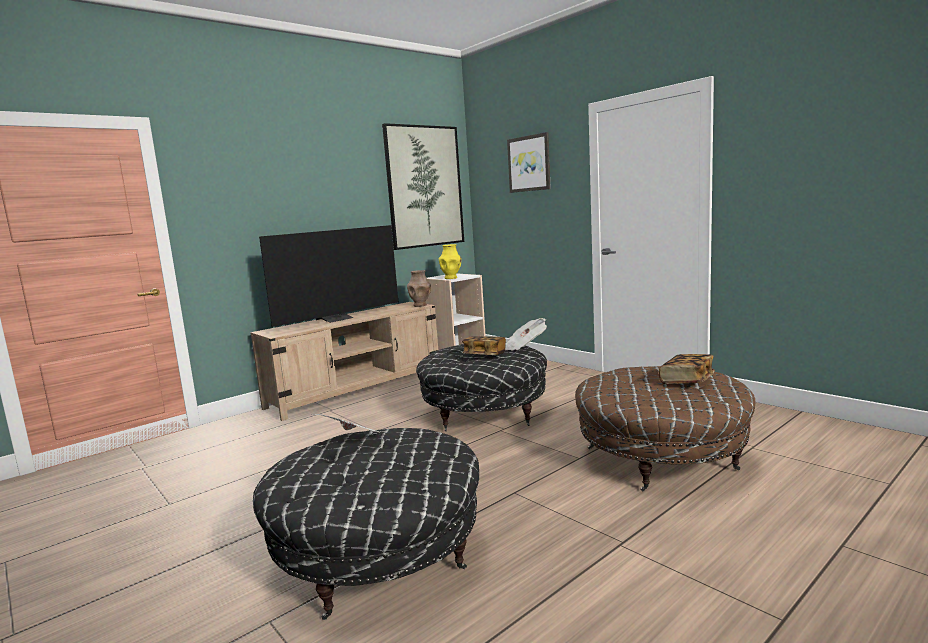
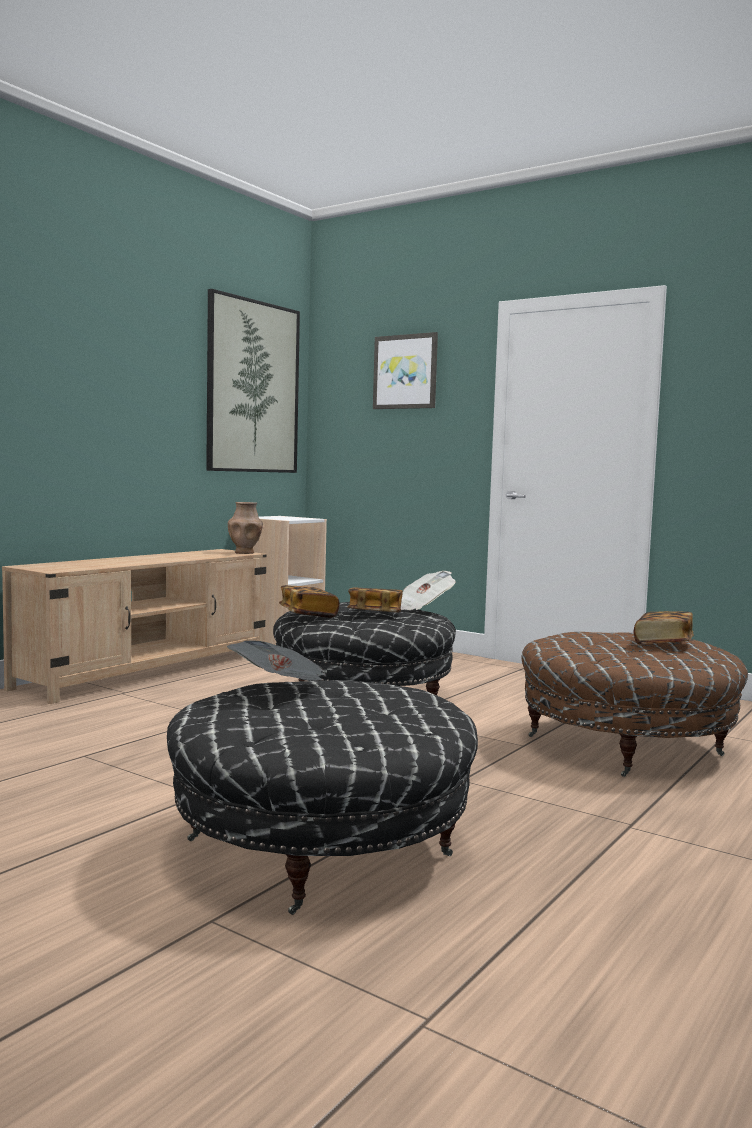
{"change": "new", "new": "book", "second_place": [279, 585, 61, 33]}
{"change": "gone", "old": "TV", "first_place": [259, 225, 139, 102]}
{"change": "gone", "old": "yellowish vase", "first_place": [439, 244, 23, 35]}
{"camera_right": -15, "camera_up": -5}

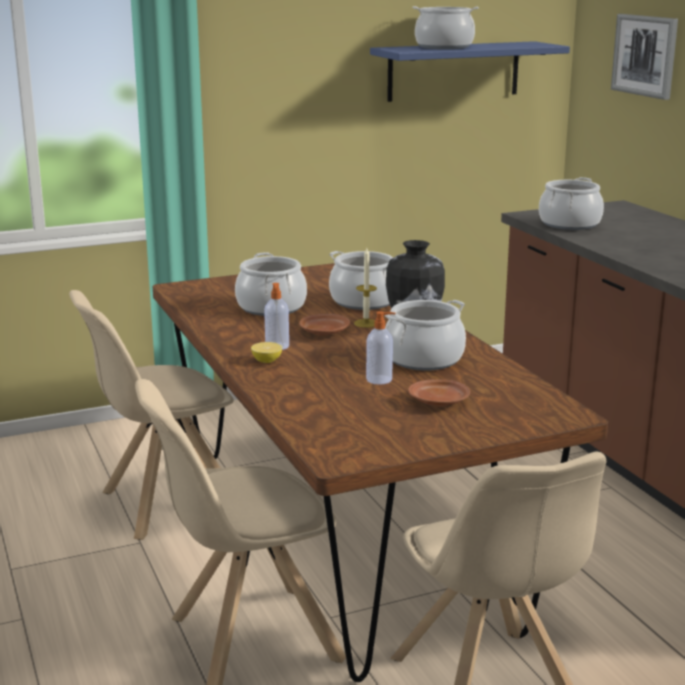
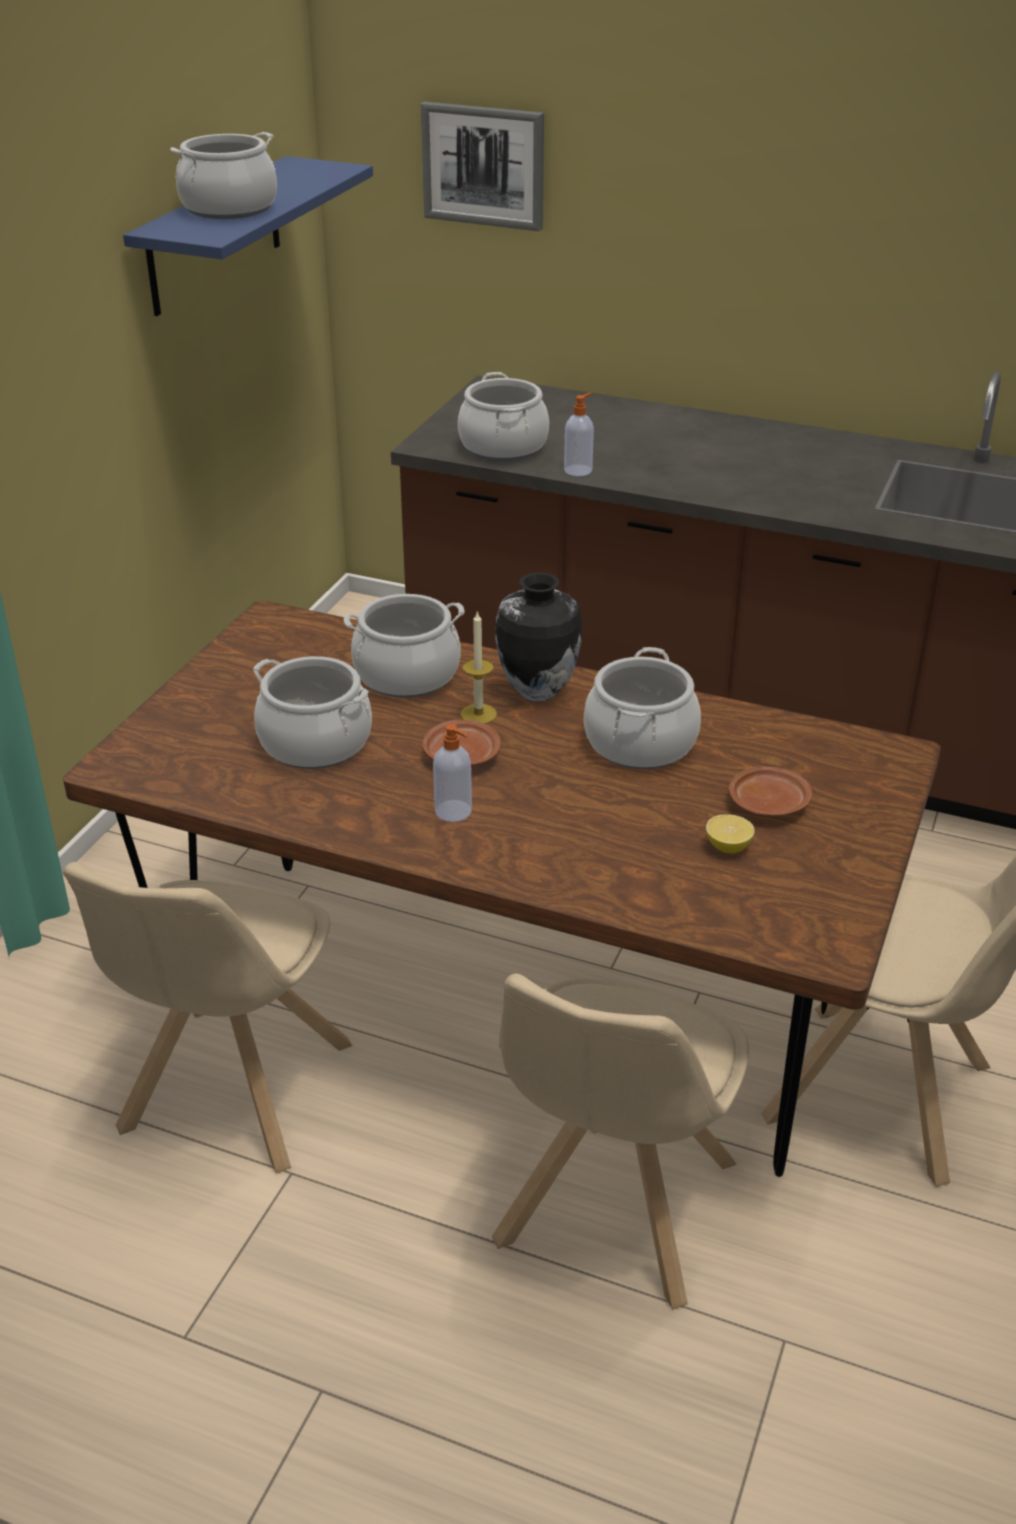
{"change": "shifted", "old": "liquid soap bottle", "first_place": [366, 311, 30, 74], "second_place": [564, 393, 30, 83]}
{"change": "shifted", "old": "citrus fruit", "first_place": [251, 342, 31, 21], "second_place": [706, 814, 49, 39]}
{"camera_right": -45, "camera_up": 15}

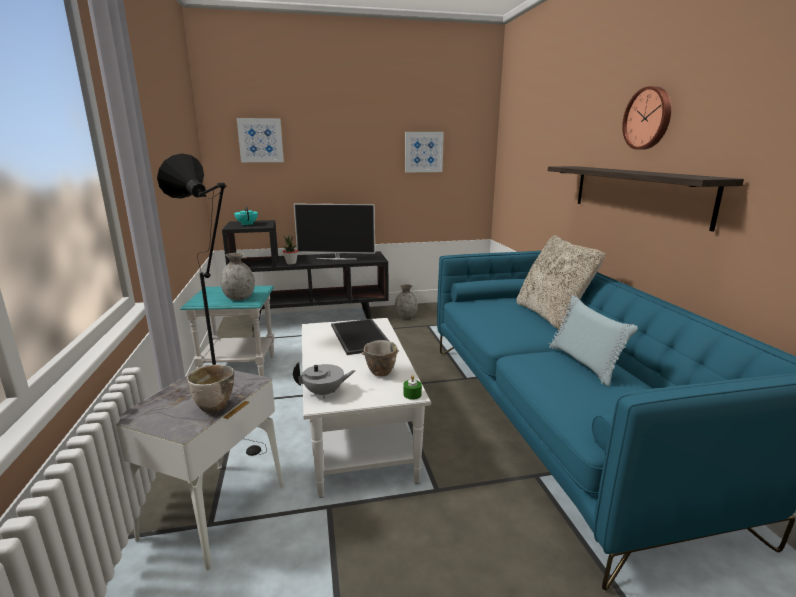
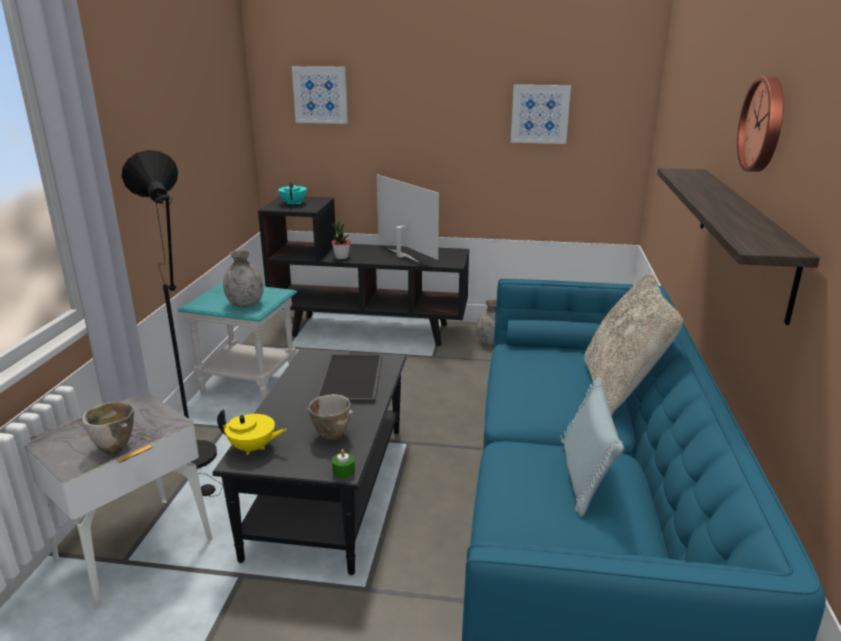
{"change": "repainted", "old": "white-coloured coffee table", "new": "black coffee table", "first_place": [302, 318, 129, 180], "second_place": [212, 348, 194, 227]}
{"change": "repainted", "old": "greyish tea pot", "new": "yellowish tea pot", "first_place": [293, 362, 62, 37], "second_place": [217, 409, 70, 46]}
{"change": "rotated", "old": "TV", "first_place": [294, 204, 81, 56], "second_place": [377, 174, 62, 89], "degrees": -150}
{"camera_right": 20, "camera_up": 5}

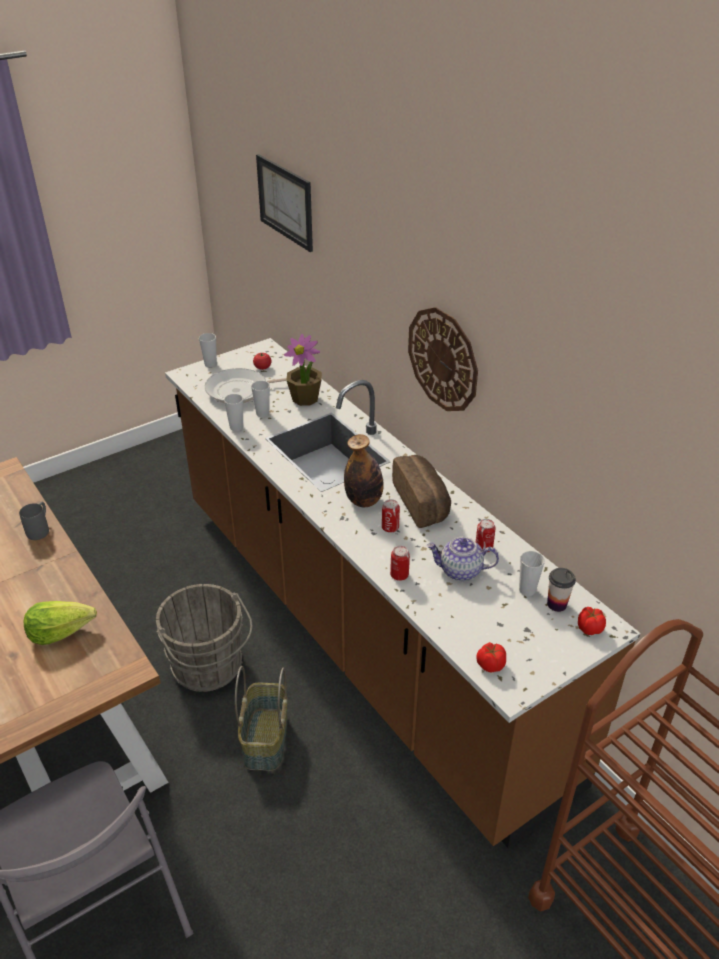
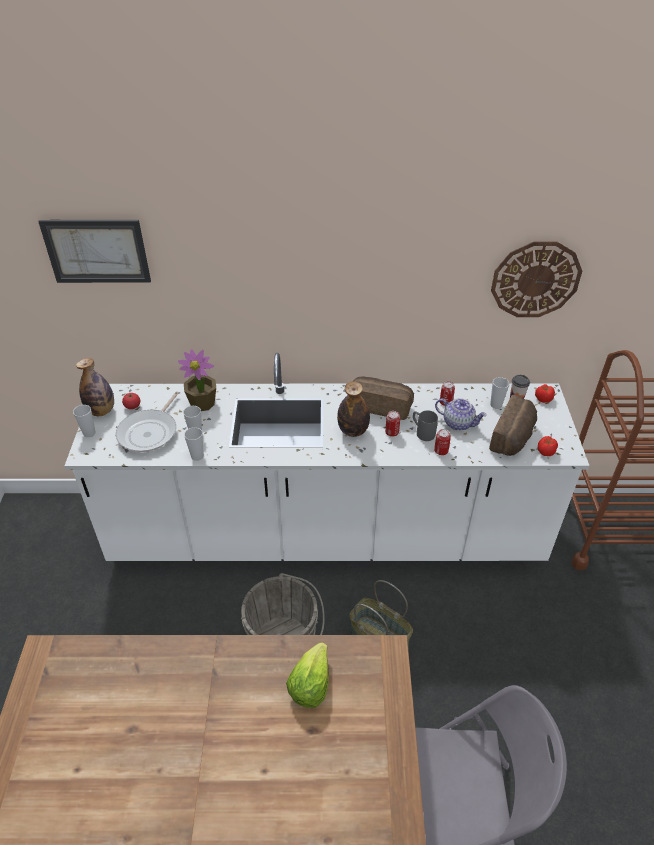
{"change": "repainted", "old": "brown-coloured kitchen base unit", "new": "white-coloured kitchen base unit", "first_place": [165, 338, 475, 510], "second_place": [65, 353, 525, 208]}
{"change": "new", "new": "bottle", "second_place": [76, 358, 38, 58]}
{"change": "shifted", "old": "greyish tea mug", "first_place": [19, 502, 30, 38], "second_place": [413, 410, 25, 31]}
{"change": "rotated", "old": "tea pot", "first_place": [427, 537, 72, 44], "second_place": [435, 398, 52, 33], "degrees": -105}
{"change": "new", "new": "baked bread", "second_place": [489, 395, 48, 61]}
{"change": "shifted", "old": "wall clock", "first_place": [408, 307, 70, 104], "second_place": [491, 242, 91, 75]}
{"camera_right": -55, "camera_up": 5}

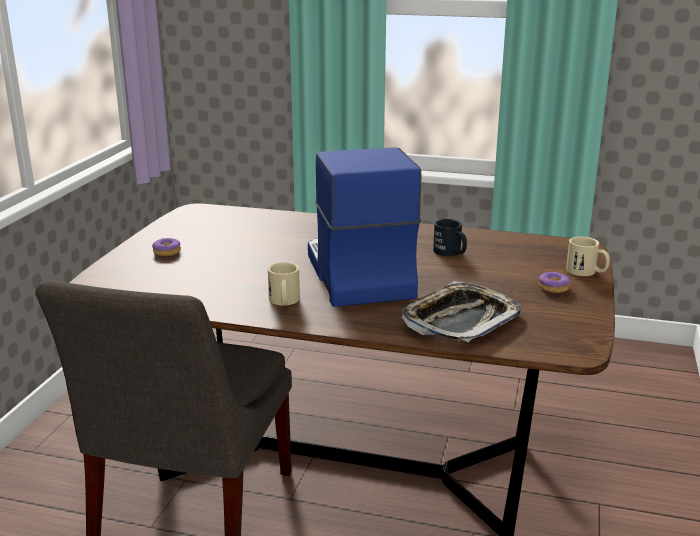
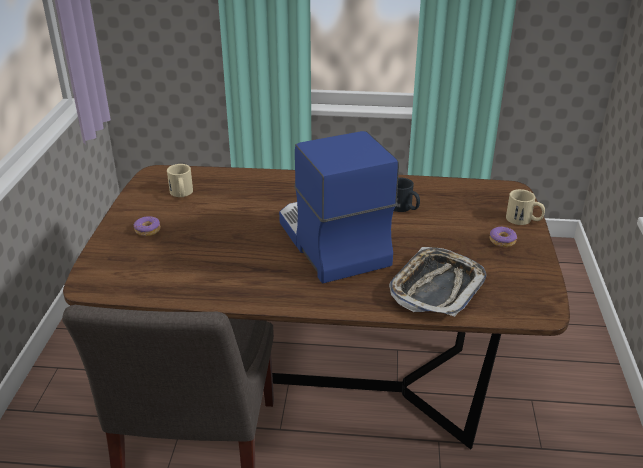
{"change": "shifted", "old": "beige tea mug", "first_place": [268, 262, 32, 44], "second_place": [167, 164, 26, 33]}
{"camera_right": -10, "camera_up": 10}

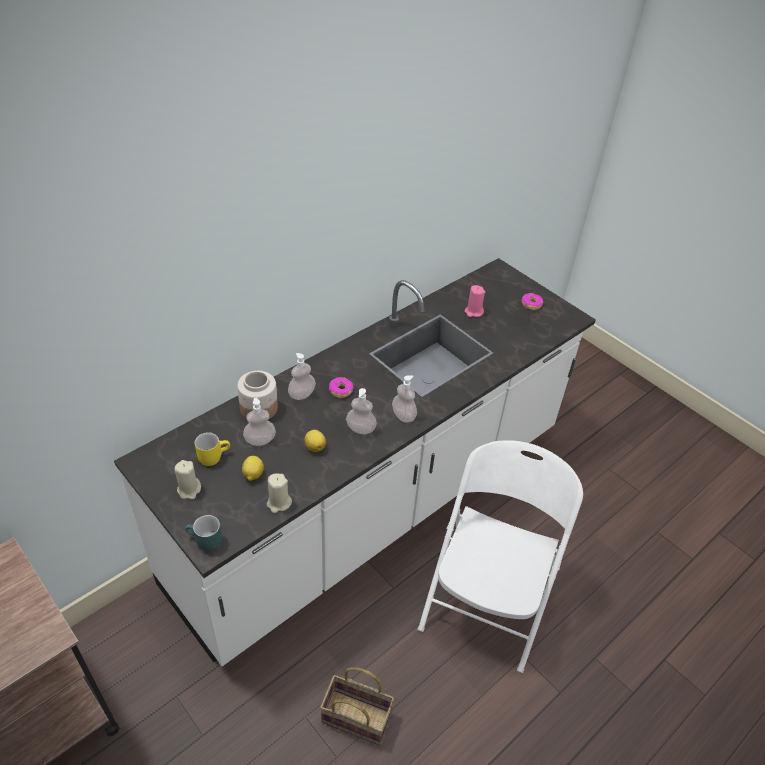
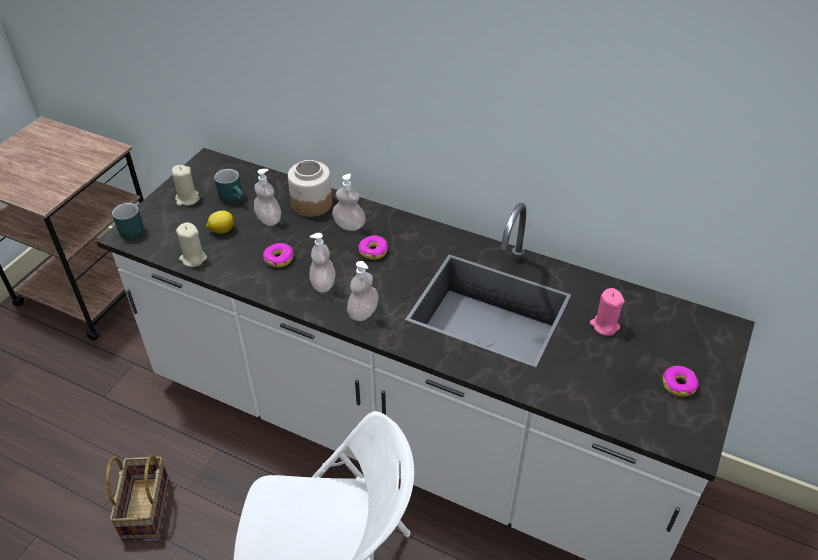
{"change": "repainted", "old": "yellowish tea mug", "new": "blue-green tea mug", "first_place": [195, 432, 35, 34], "second_place": [214, 169, 30, 34]}
{"change": "swapped", "old": "citrus fruit", "new": "doughnut", "first_place": [305, 430, 21, 22], "second_place": [263, 243, 31, 24]}
{"camera_right": 70, "camera_up": 0}

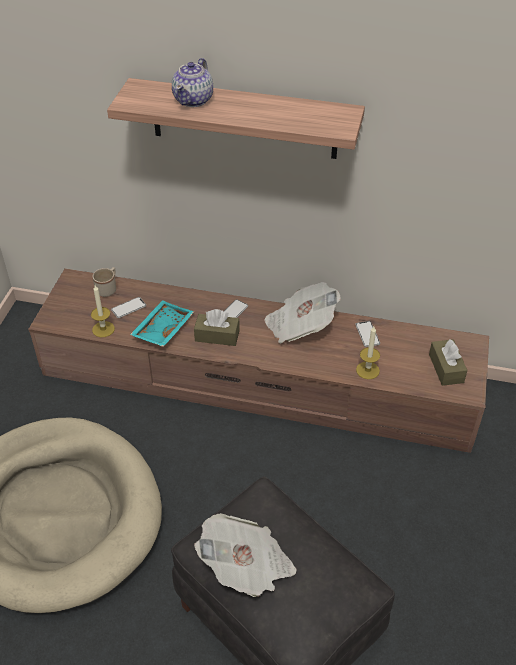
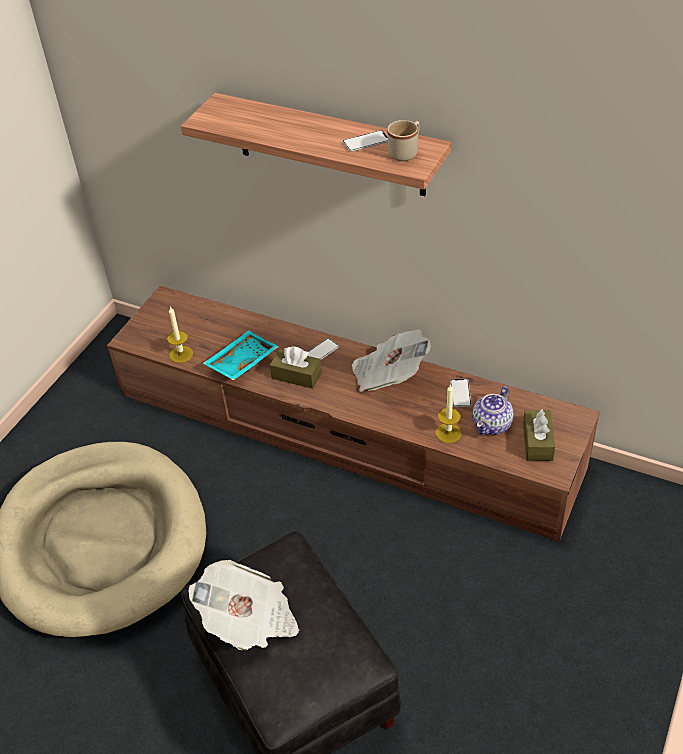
{"change": "shifted", "old": "handset", "first_place": [111, 297, 35, 21], "second_place": [342, 130, 46, 22]}
{"change": "shifted", "old": "beige tea mug", "first_place": [92, 267, 24, 30], "second_place": [387, 120, 32, 41]}
{"change": "shifted", "old": "tea pot", "first_place": [172, 58, 41, 49], "second_place": [472, 386, 41, 49]}
{"camera_right": 15, "camera_up": 0}

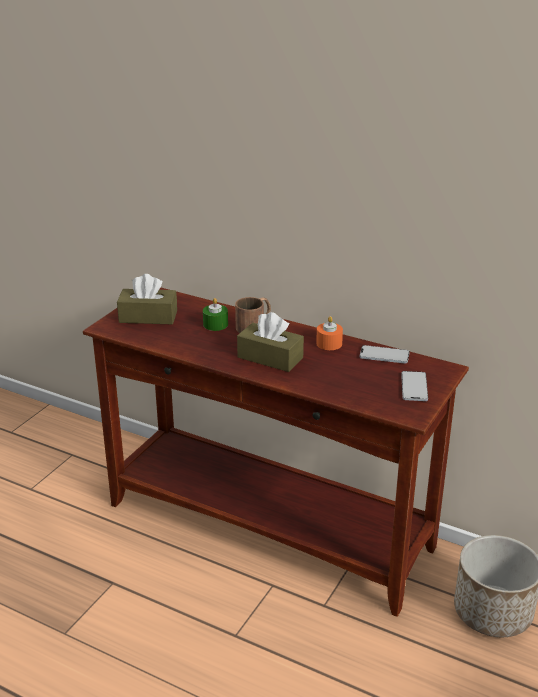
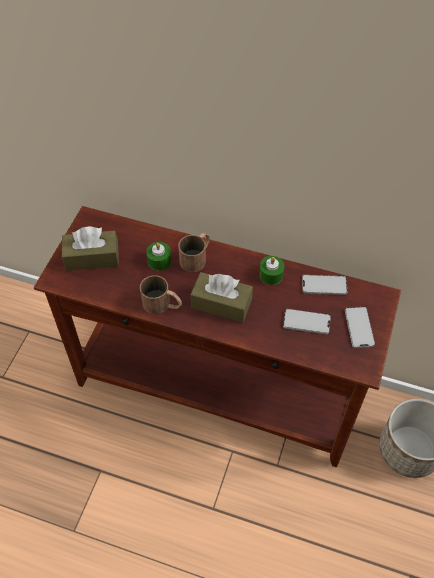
{"change": "new", "new": "brown-coloured tea mug", "second_place": [140, 275, 42, 39]}
{"change": "repainted", "old": "orange-coloured wax candle", "new": "green-coloured wax candle", "first_place": [316, 316, 27, 34], "second_place": [259, 256, 26, 29]}
{"change": "new", "new": "handset", "second_place": [283, 309, 48, 25]}
{"camera_right": -10, "camera_up": 25}

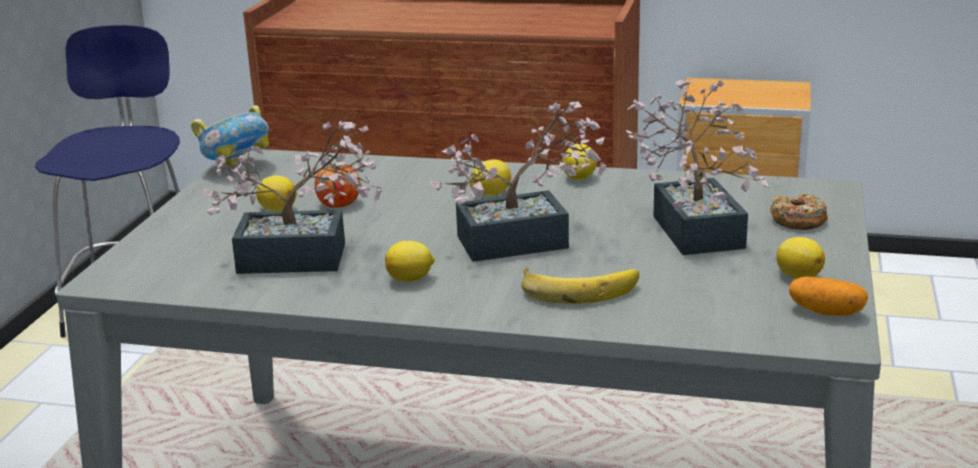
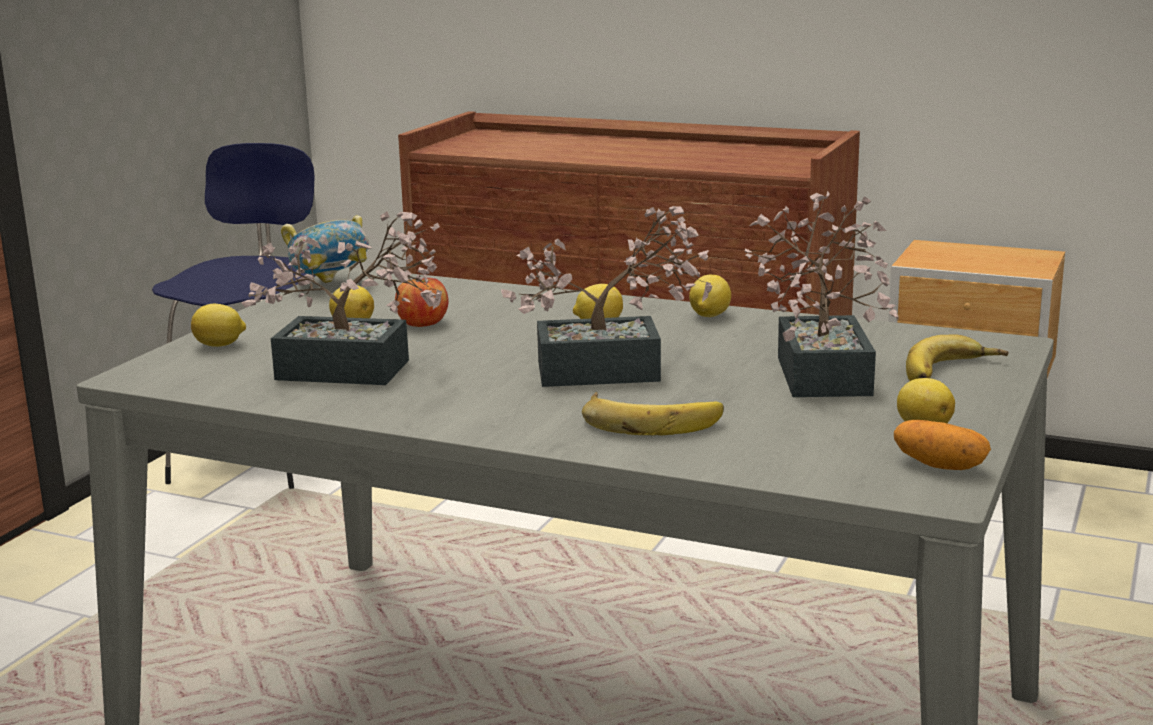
{"change": "shifted", "old": "citrus fruit", "first_place": [385, 241, 50, 41], "second_place": [191, 304, 55, 43]}
{"change": "swapped", "old": "doughnut", "new": "banana fruit", "first_place": [770, 193, 58, 37], "second_place": [906, 335, 103, 46]}
{"camera_right": 10, "camera_up": -5}

